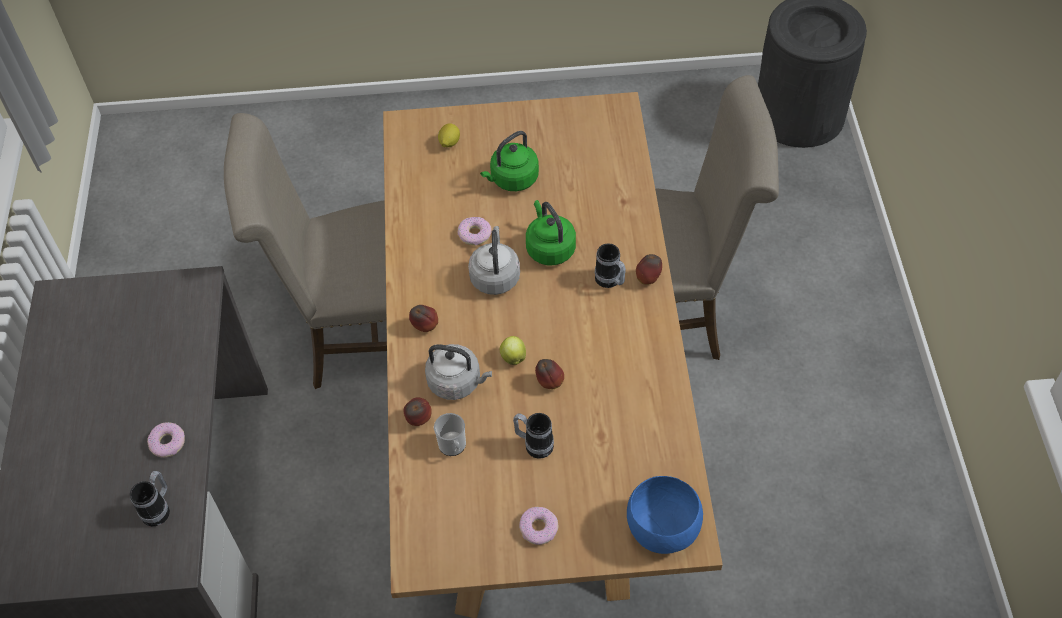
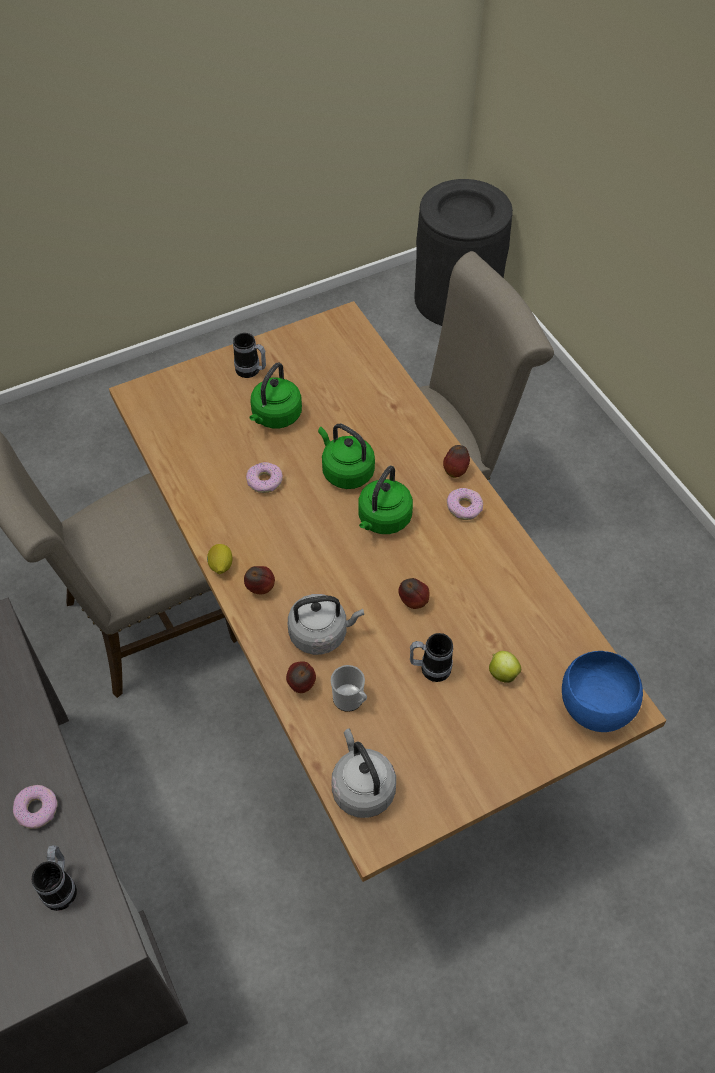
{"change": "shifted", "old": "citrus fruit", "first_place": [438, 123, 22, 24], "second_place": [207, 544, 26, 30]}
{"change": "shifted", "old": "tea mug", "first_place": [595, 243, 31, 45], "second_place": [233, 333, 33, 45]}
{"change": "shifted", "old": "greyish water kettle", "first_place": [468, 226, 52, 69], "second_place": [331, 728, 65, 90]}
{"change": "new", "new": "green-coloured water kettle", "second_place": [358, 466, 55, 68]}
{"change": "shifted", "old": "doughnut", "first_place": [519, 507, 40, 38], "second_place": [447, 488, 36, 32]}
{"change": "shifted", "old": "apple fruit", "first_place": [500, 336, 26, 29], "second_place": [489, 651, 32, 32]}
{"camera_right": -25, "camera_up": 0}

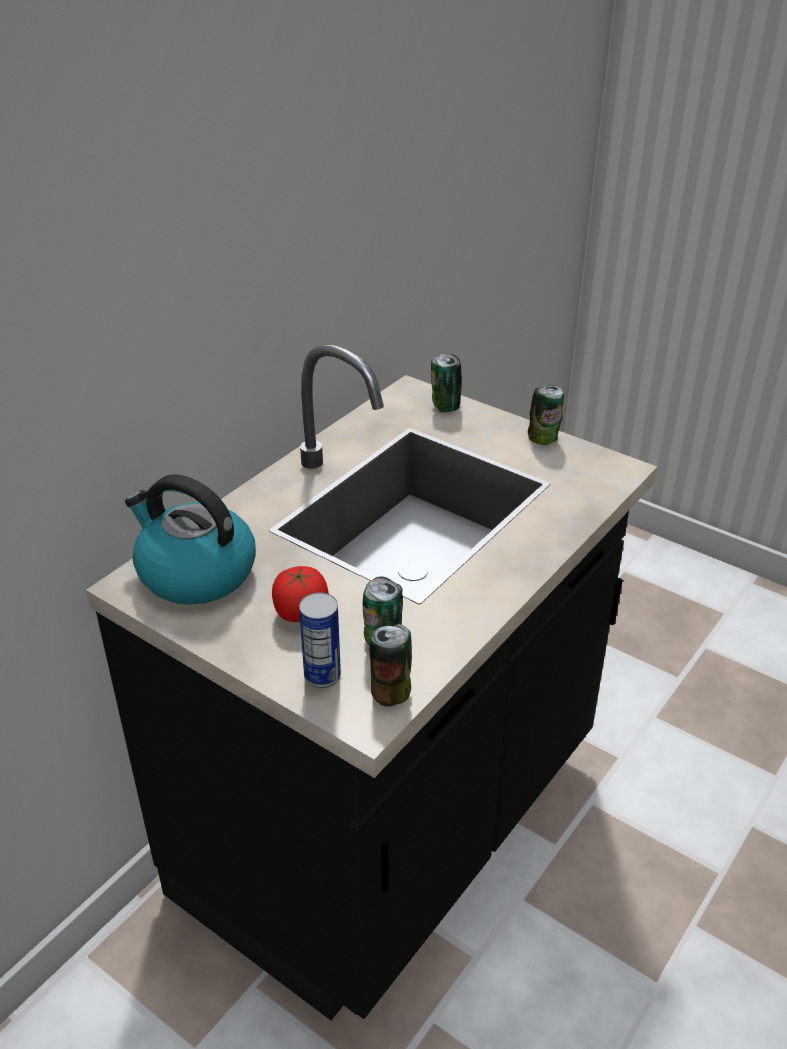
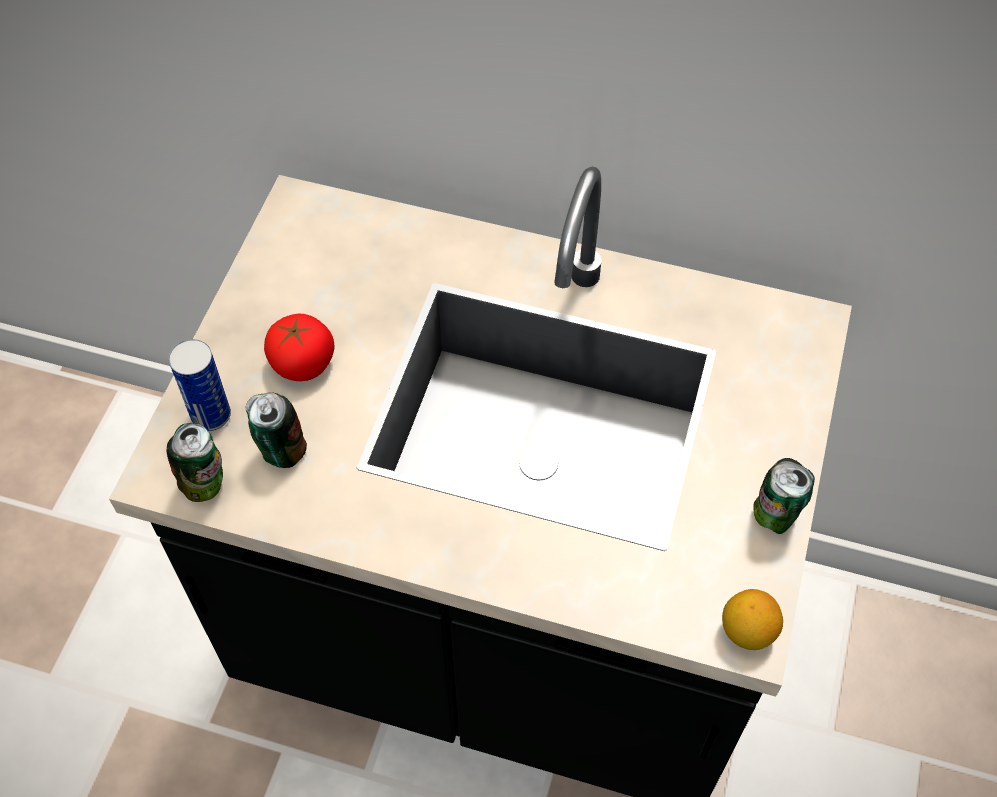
{"change": "new", "new": "citrus fruit", "second_place": [722, 589, 61, 61]}
{"change": "gone", "old": "water kettle", "first_place": [125, 474, 131, 131]}
{"change": "gone", "old": "sealed can", "first_place": [431, 354, 31, 58]}
{"camera_right": 70, "camera_up": 20}

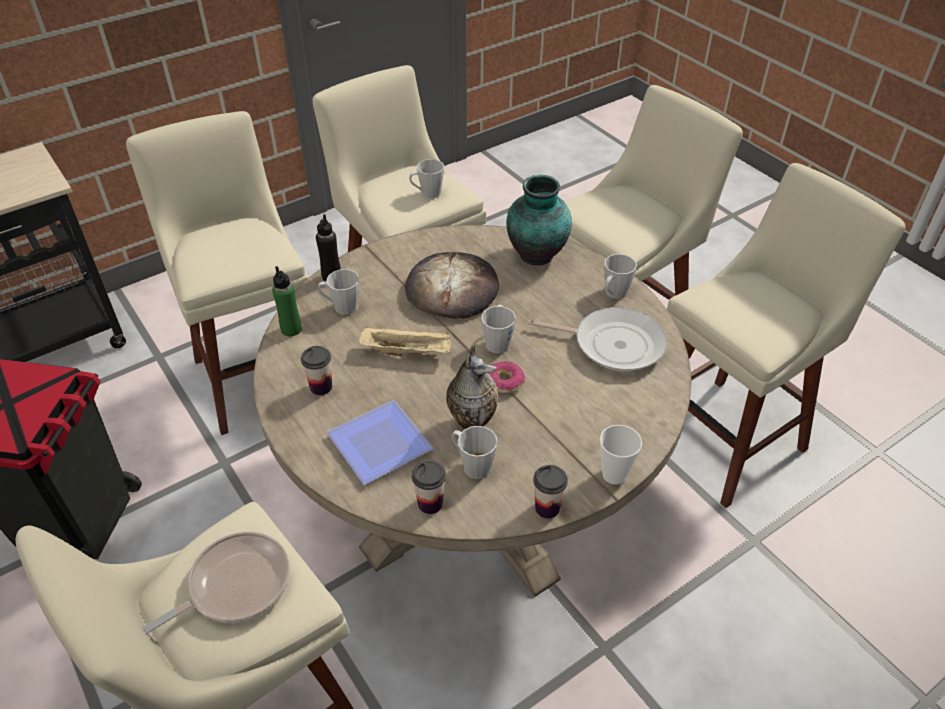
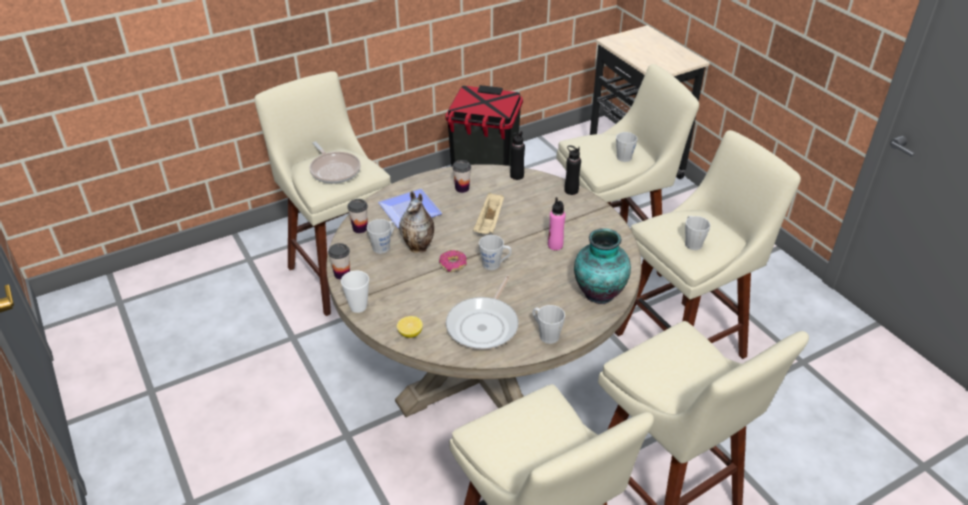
{"change": "new", "new": "citrus fruit", "second_place": [397, 316, 26, 22]}
{"change": "repainted", "old": "green-coloured bottle", "new": "black bottle", "first_place": [272, 266, 30, 70], "second_place": [510, 131, 15, 49]}
{"change": "swapped", "old": "baked bread", "new": "pink bottle", "first_place": [405, 252, 94, 67], "second_place": [548, 197, 18, 53]}
{"change": "shifted", "old": "greyish tea mug", "first_place": [318, 269, 41, 46], "second_place": [616, 132, 21, 30]}
{"camera_right": 95, "camera_up": -5}

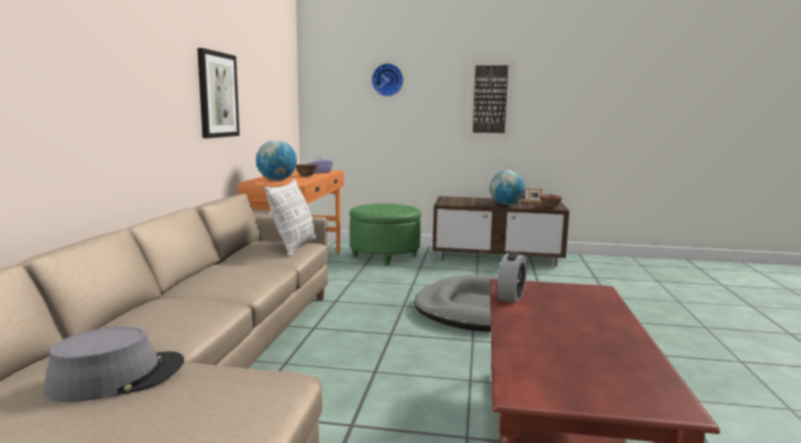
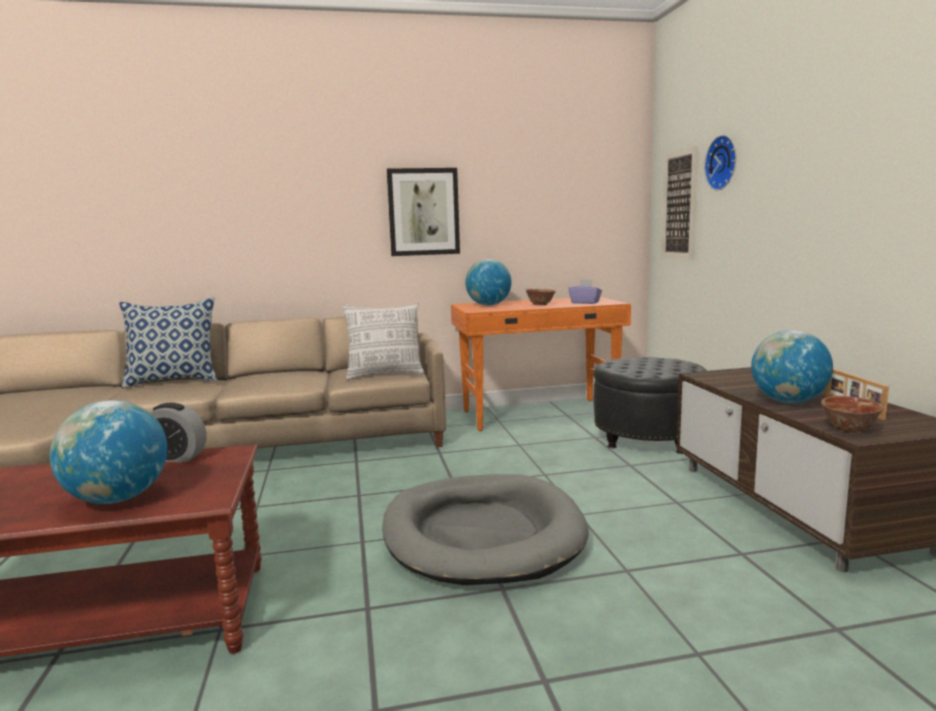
{"change": "new", "new": "desk globe", "second_place": [50, 400, 117, 104]}
{"change": "new", "new": "throw pillow", "second_place": [119, 297, 99, 91]}
{"change": "repainted", "old": "green-coloured footrest", "new": "black footrest", "first_place": [350, 203, 71, 62], "second_place": [594, 357, 113, 97]}
{"change": "shifted", "old": "picture", "first_place": [468, 60, 46, 78], "second_place": [661, 146, 37, 114]}
{"change": "gone", "old": "greyish wearable hat", "first_place": [44, 326, 140, 76]}
{"camera_right": 70, "camera_up": 0}

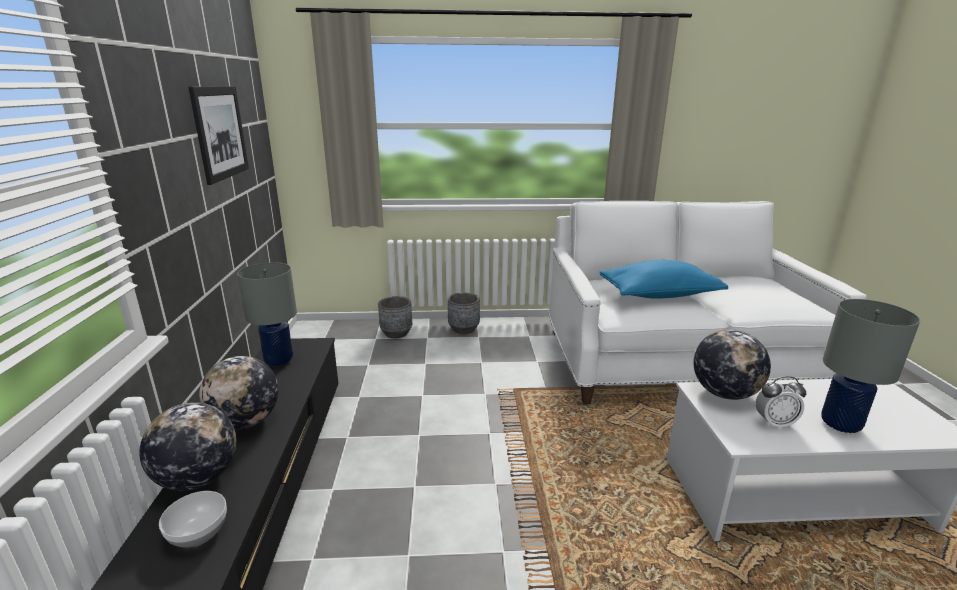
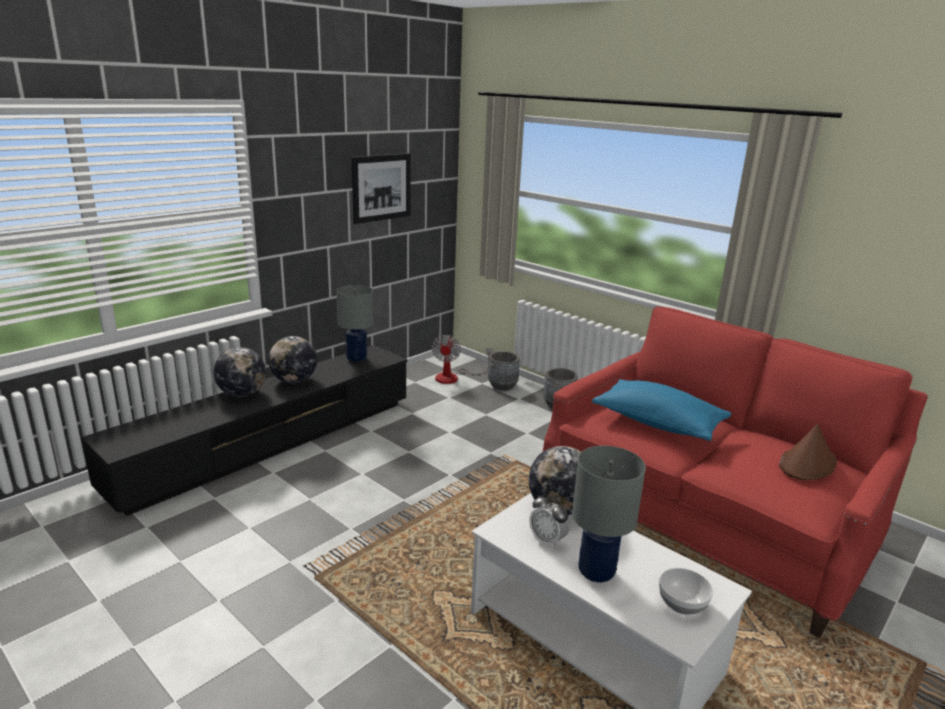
{"change": "new", "new": "fan", "second_place": [432, 335, 60, 49]}
{"change": "repainted", "old": "white-coloured sofa", "new": "red sofa", "first_place": [549, 201, 318, 203], "second_place": [543, 307, 385, 331]}
{"change": "shifted", "old": "serving bowl", "first_place": [159, 491, 68, 57], "second_place": [659, 568, 54, 47]}
{"change": "new", "new": "brown-coloured wearable hat", "second_place": [779, 424, 58, 57]}
{"camera_right": 45, "camera_up": 0}

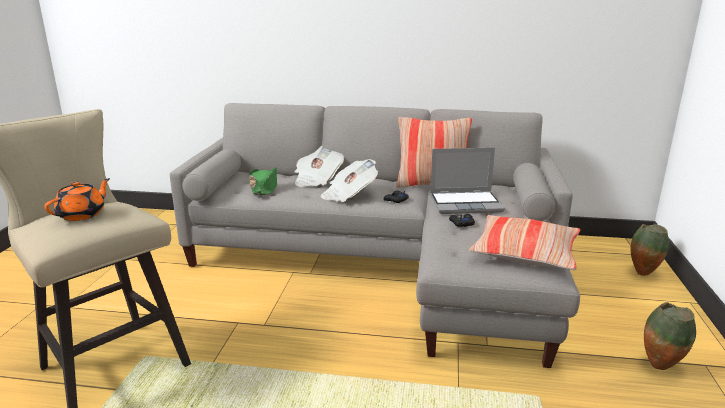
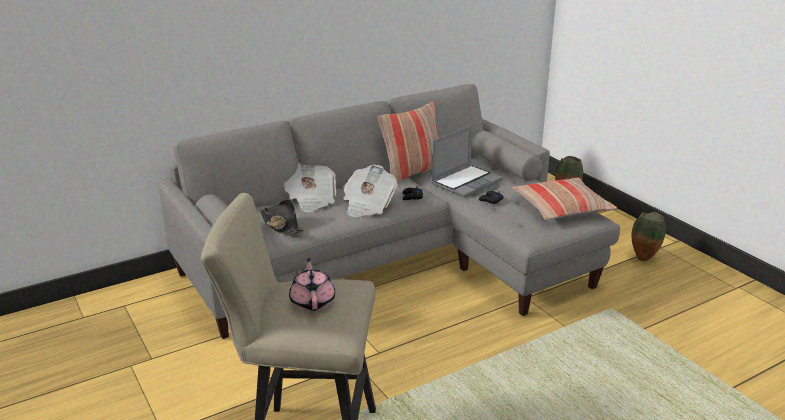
{"change": "repainted", "old": "green-coloured wearable hat", "new": "black wearable hat", "first_place": [249, 167, 28, 28], "second_place": [260, 199, 44, 36]}
{"change": "repainted", "old": "orange-coloured tea pot", "new": "pink tea pot", "first_place": [44, 178, 66, 43], "second_place": [289, 258, 46, 53]}
{"camera_right": -40, "camera_up": 5}

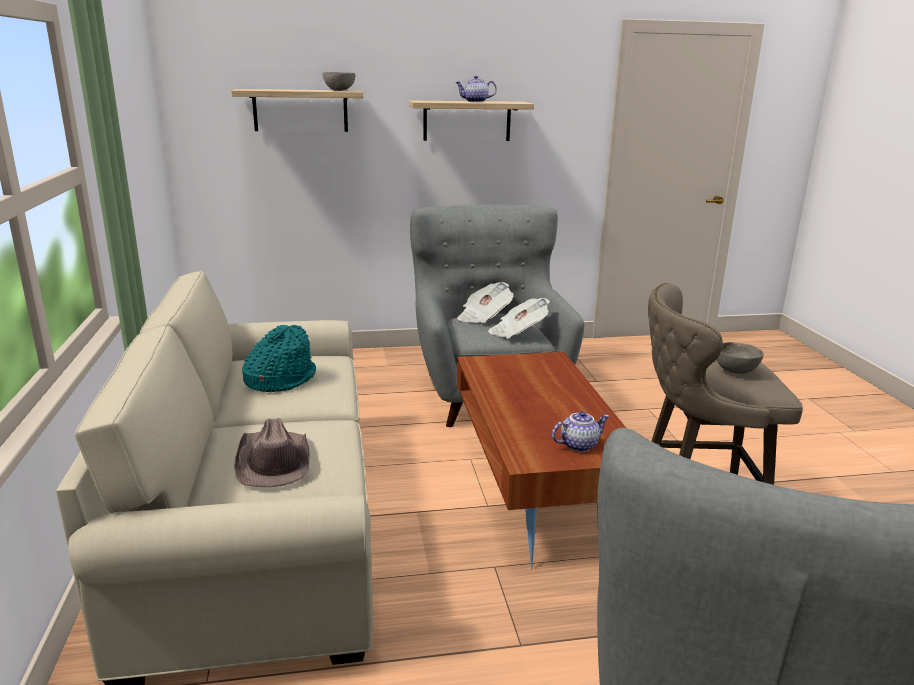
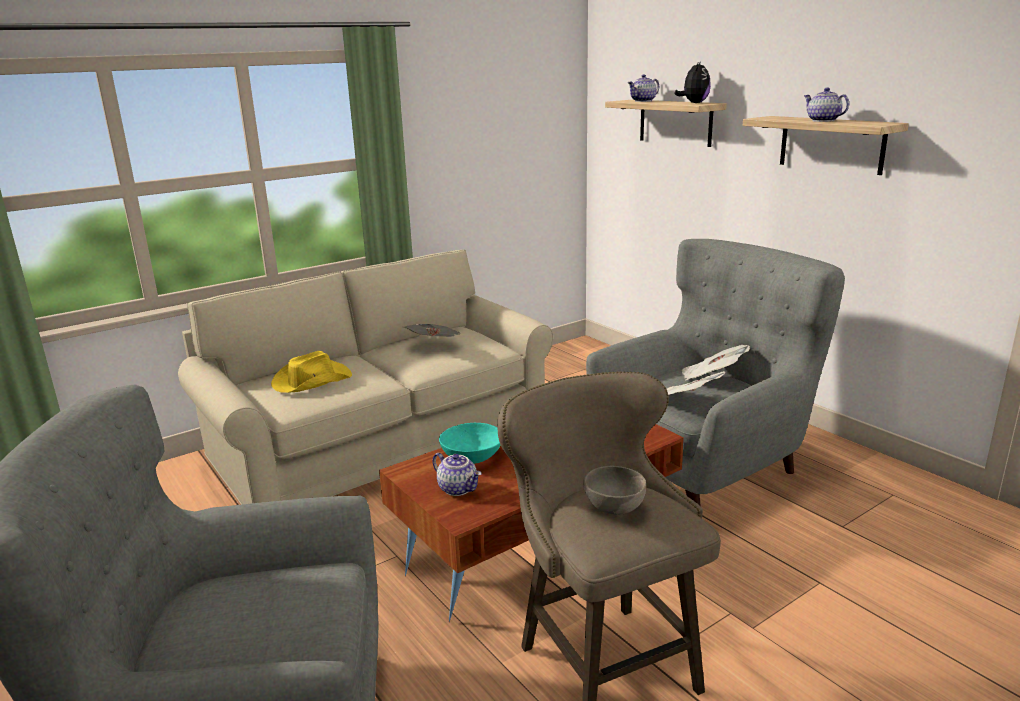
{"change": "repainted", "old": "brown-coloured wearable hat", "new": "yellowish wearable hat", "first_place": [234, 418, 76, 69], "second_place": [271, 351, 81, 42]}
{"change": "swapped", "old": "blue-green wearable hat", "new": "printed paper", "first_place": [242, 325, 74, 67], "second_place": [403, 324, 57, 13]}
{"change": "new", "new": "blue-green serving bowl", "second_place": [439, 423, 62, 41]}
{"change": "new", "new": "tea pot", "second_place": [628, 74, 31, 28]}
{"change": "swapped", "old": "greyish serving bowl", "new": "plush toy", "first_place": [323, 72, 32, 19], "second_place": [674, 61, 37, 42]}
{"camera_right": 65, "camera_up": 0}

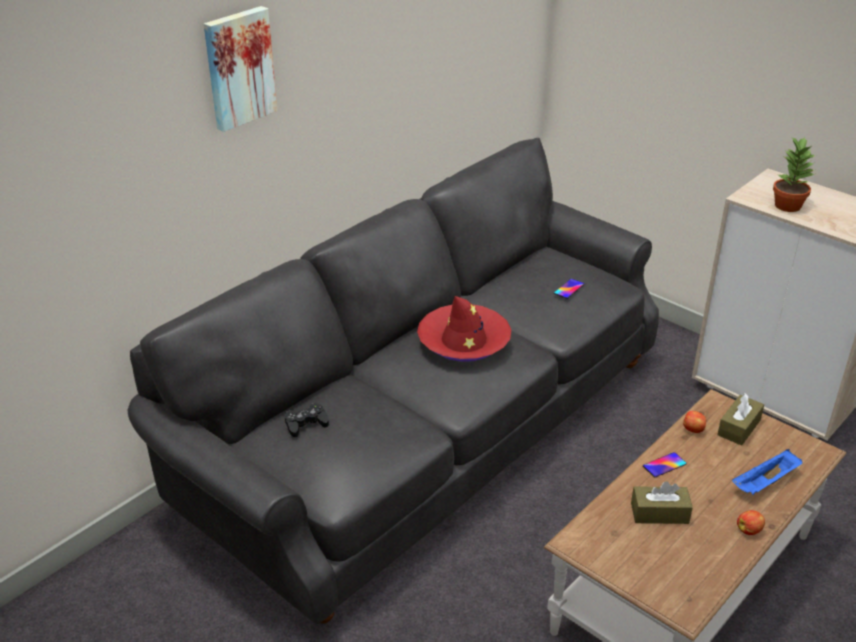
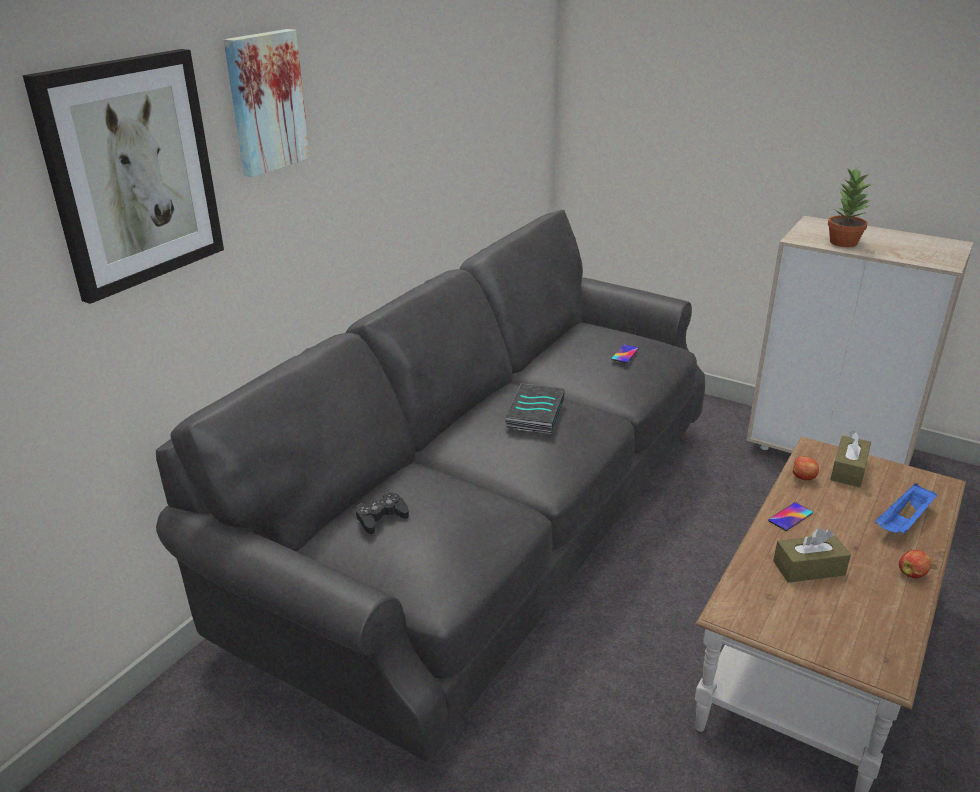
{"change": "new", "new": "picture", "second_place": [23, 49, 201, 255]}
{"change": "swapped", "old": "red wearable hat", "new": "book", "first_place": [417, 296, 94, 66], "second_place": [505, 383, 60, 51]}
{"camera_right": -10, "camera_up": -5}

